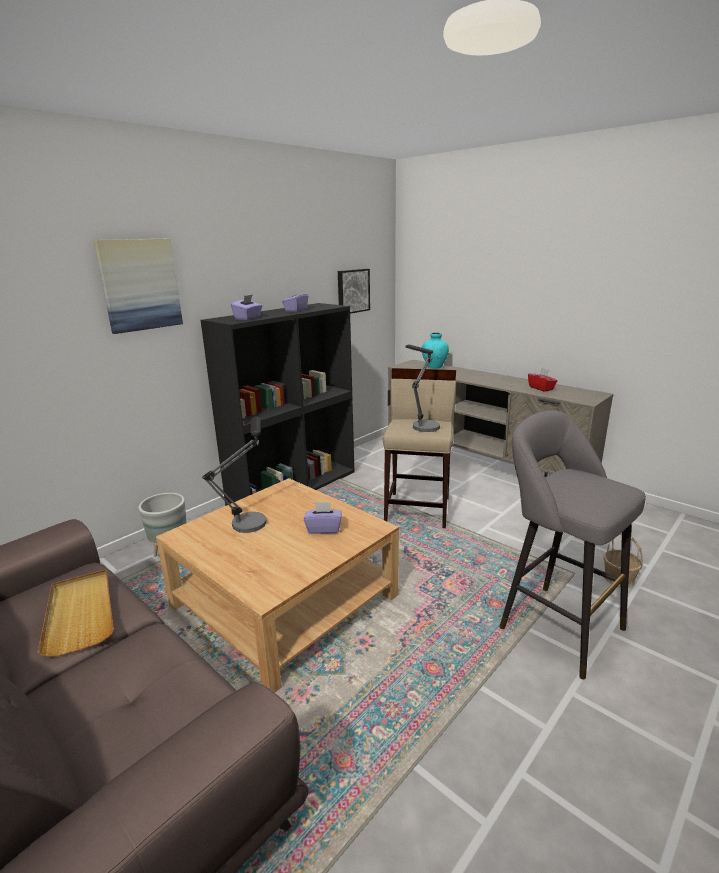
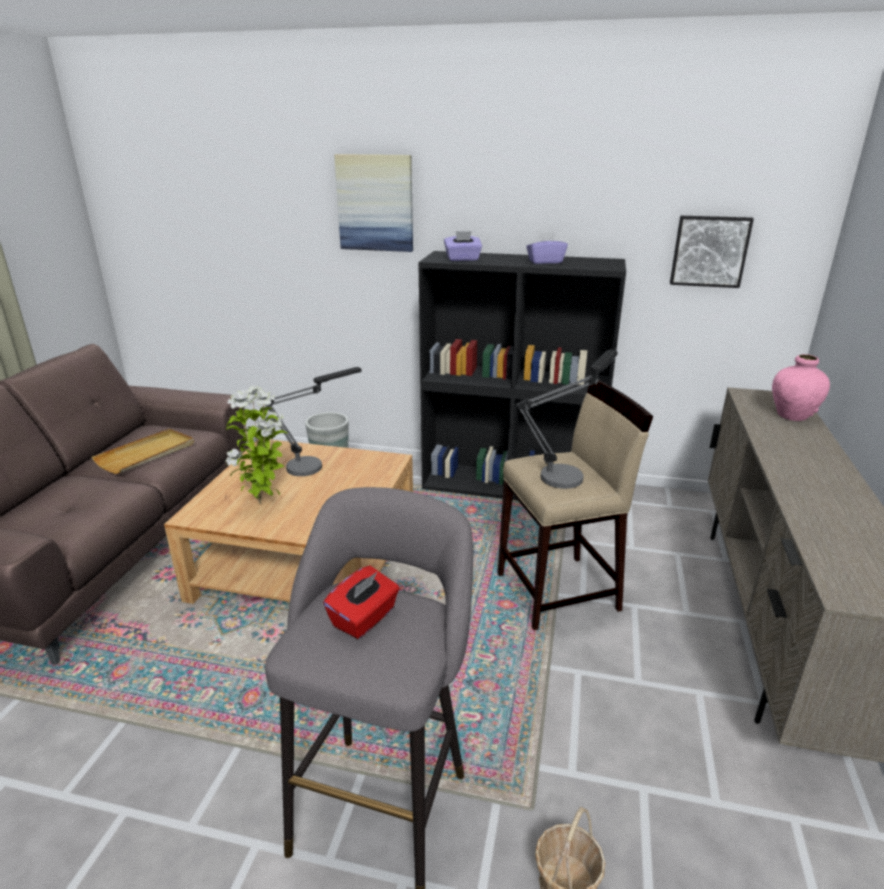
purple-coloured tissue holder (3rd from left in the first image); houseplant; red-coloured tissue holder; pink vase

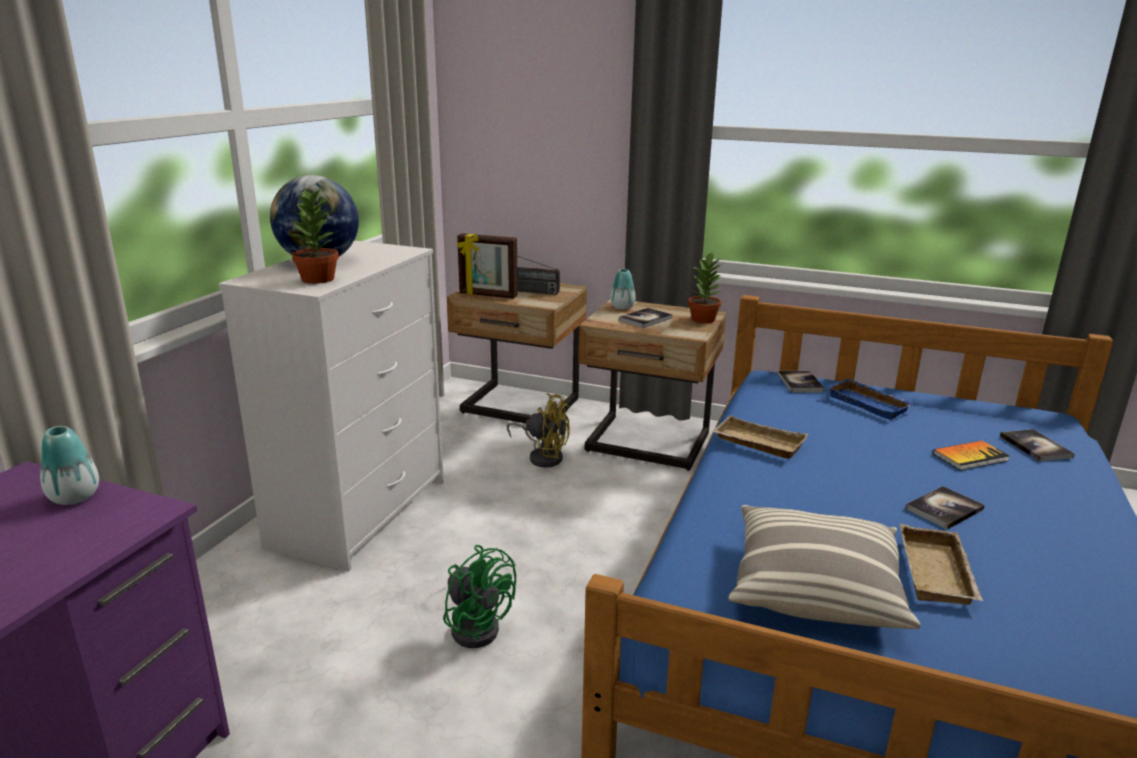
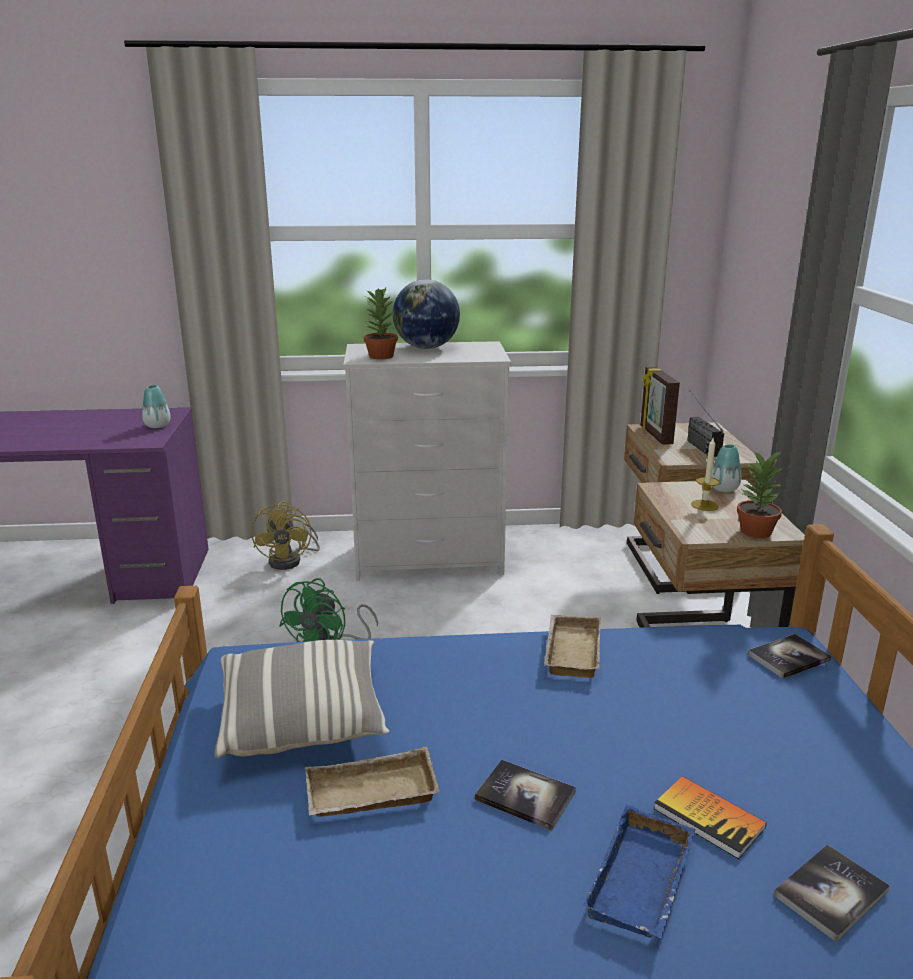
yellow-coloured electric fan; blue serving tray; wax light

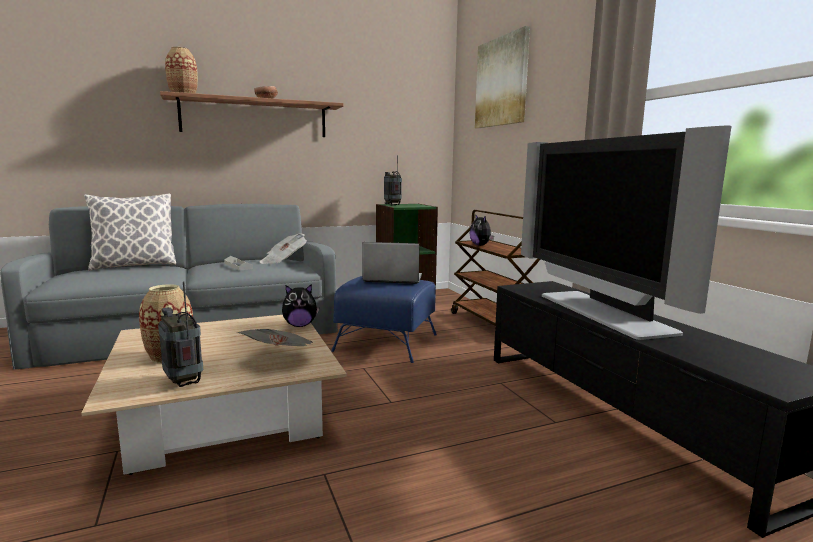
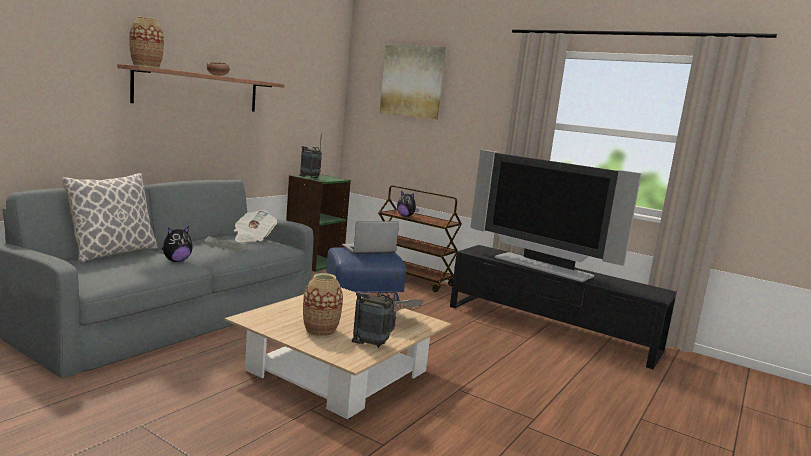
cuddly toy (1st from left)

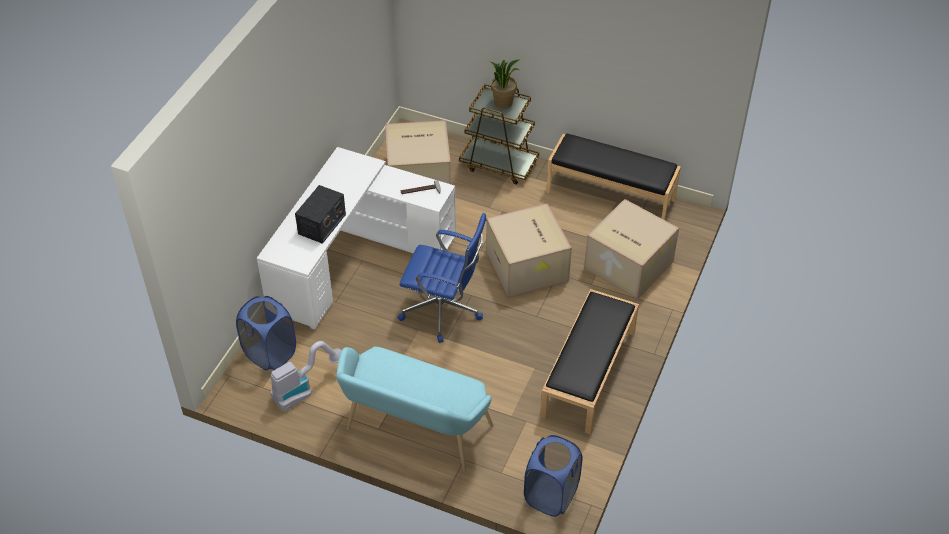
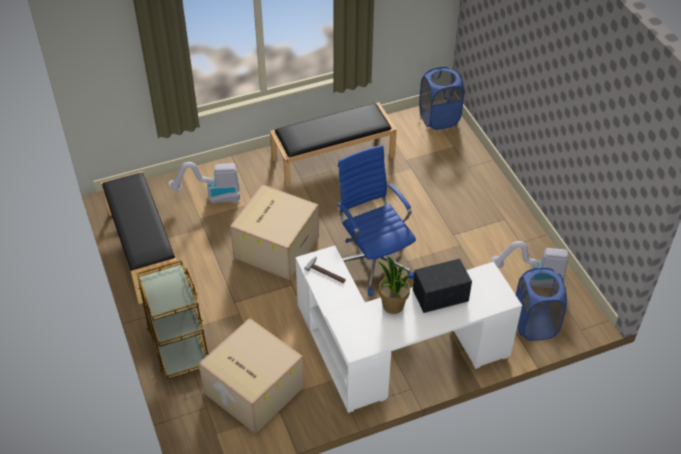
turquoise indoor bench; houseplant; vacuum (1st from left)

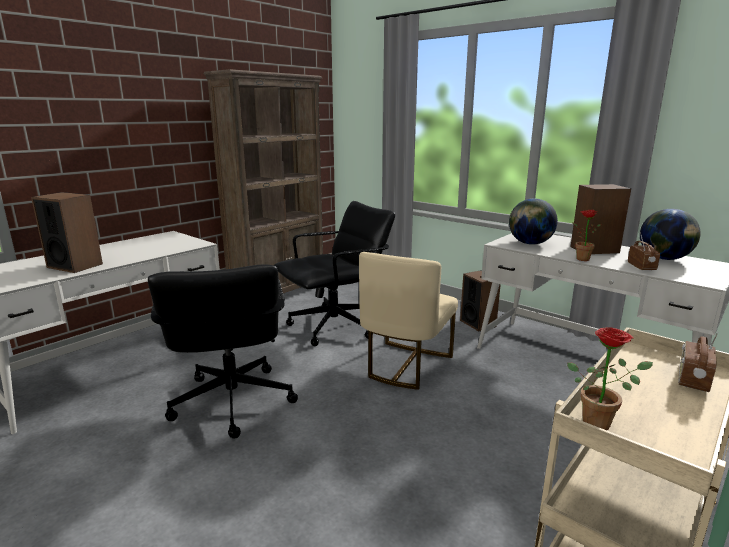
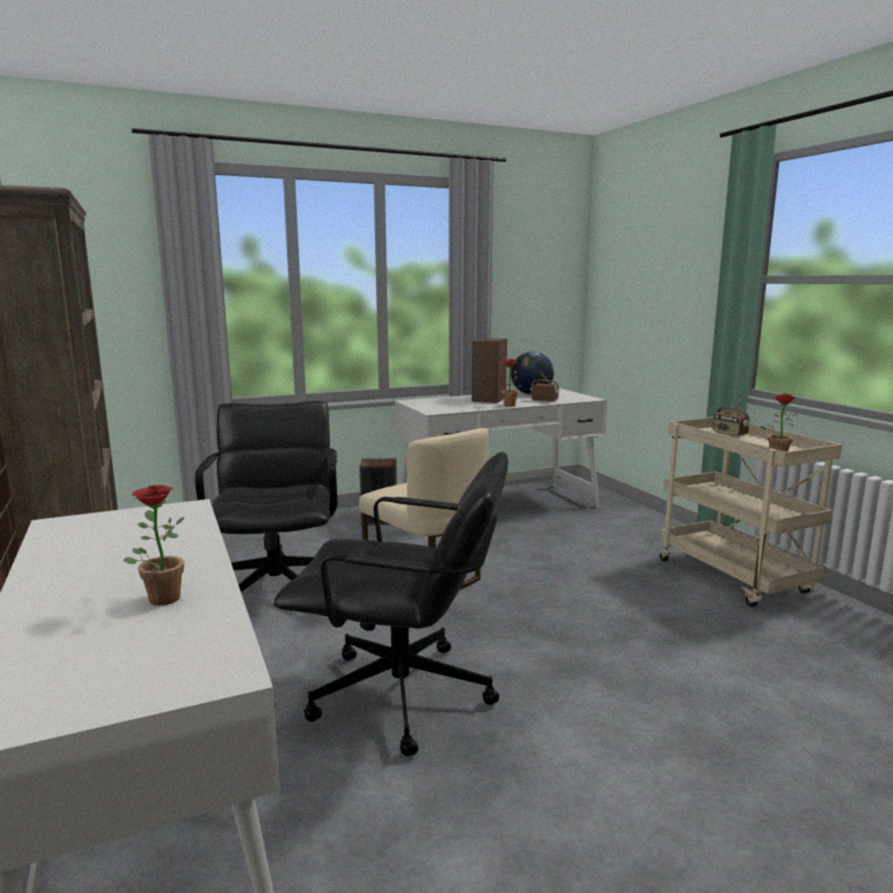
desk globe (1st from left in the first image); houseplant (1st from left)

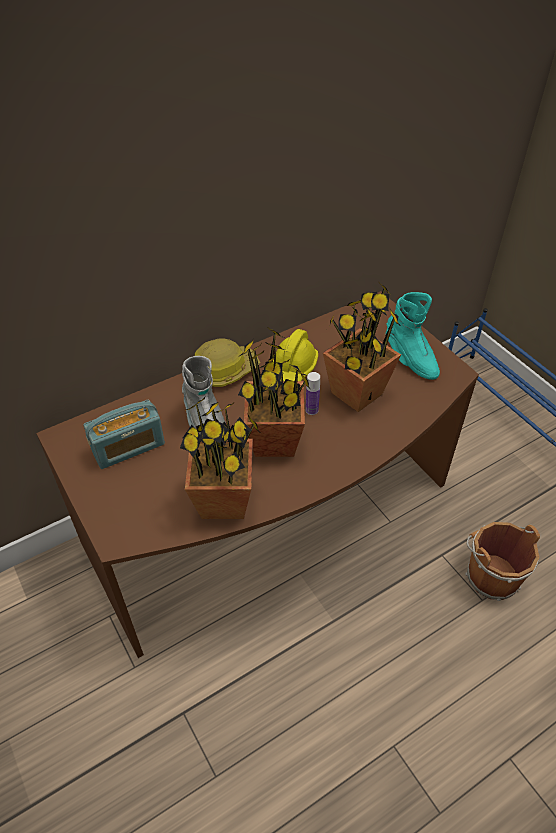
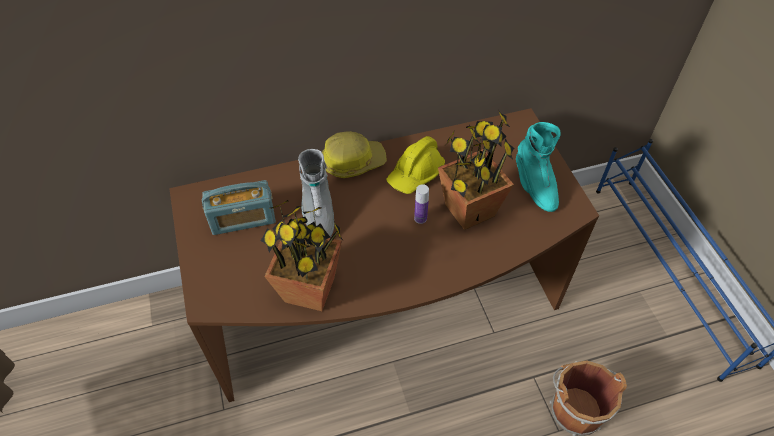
houseplant (2nd from left in the first image)

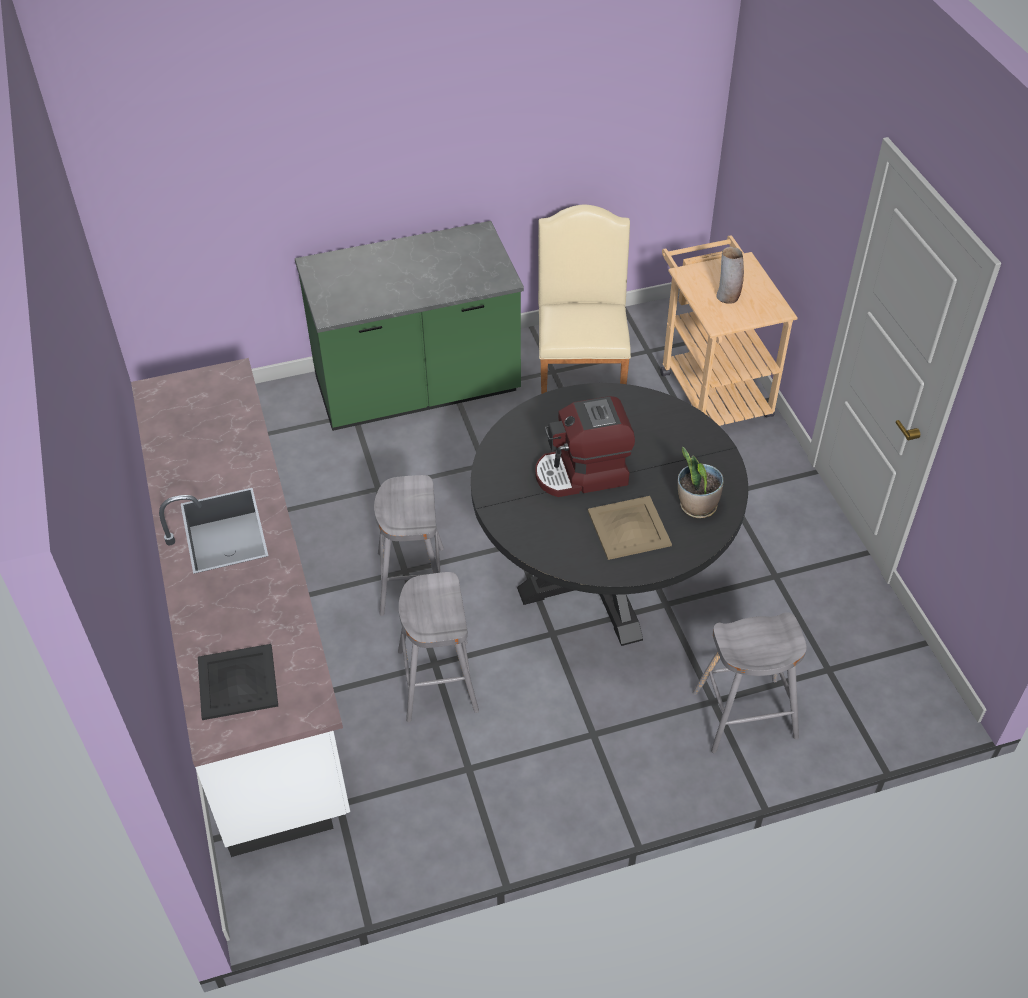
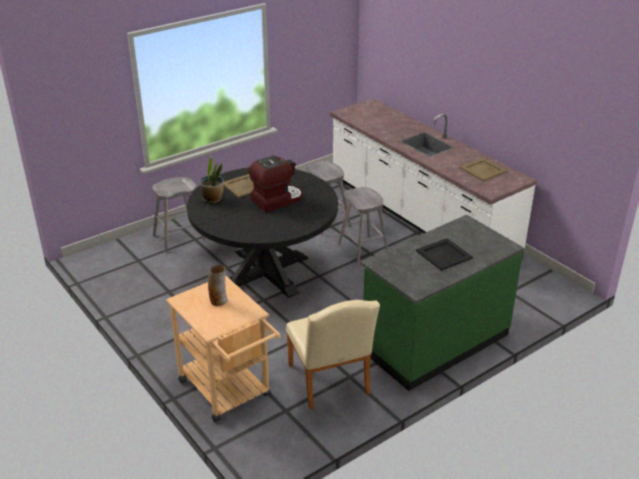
beige-coloured serving tray (2nd from left); blackish serving tray

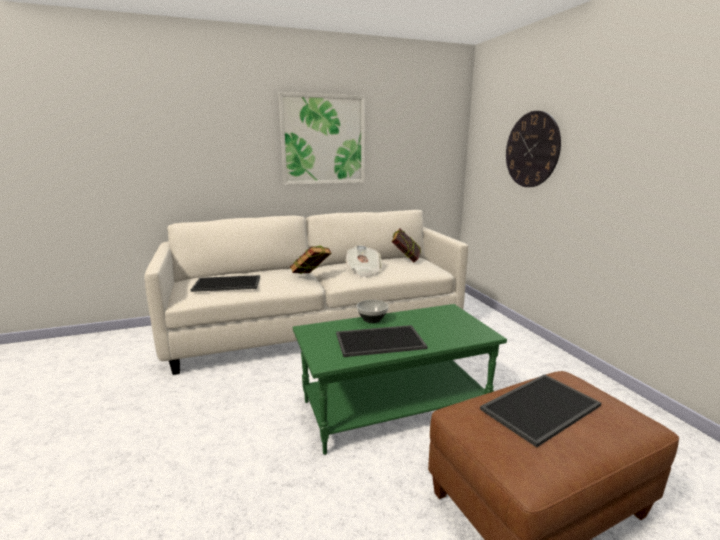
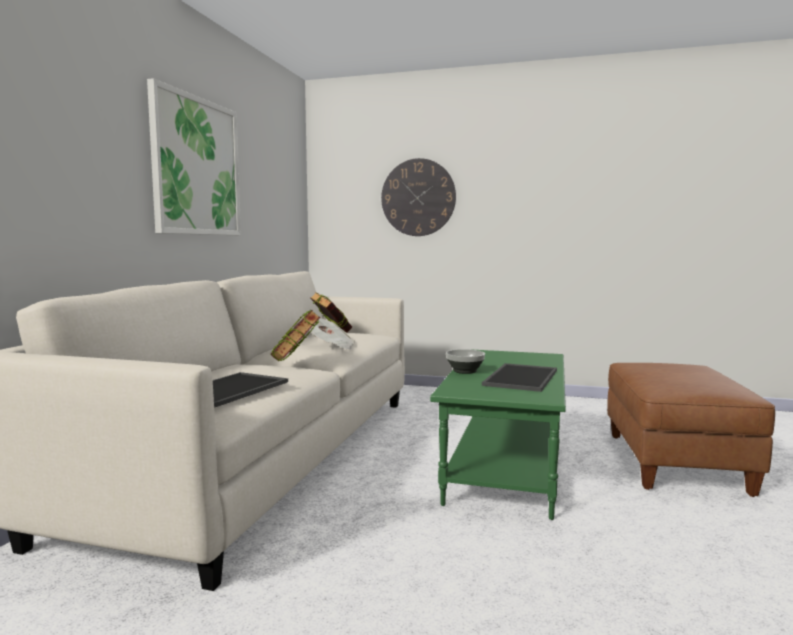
serving tray (3rd from left in the first image)

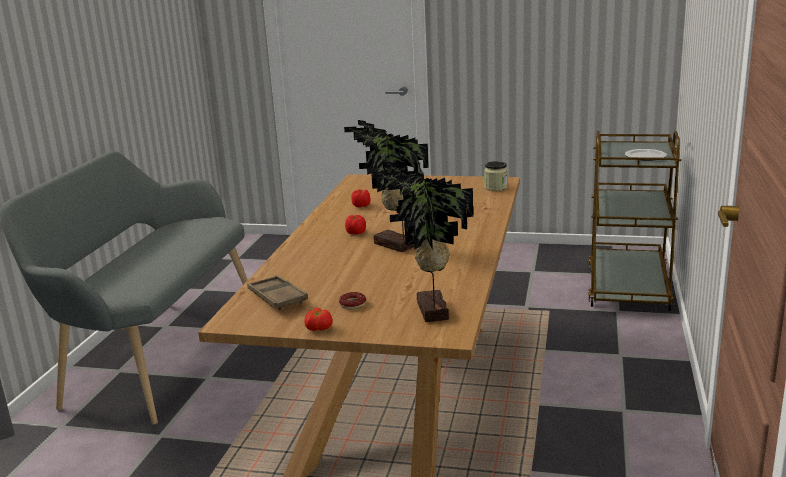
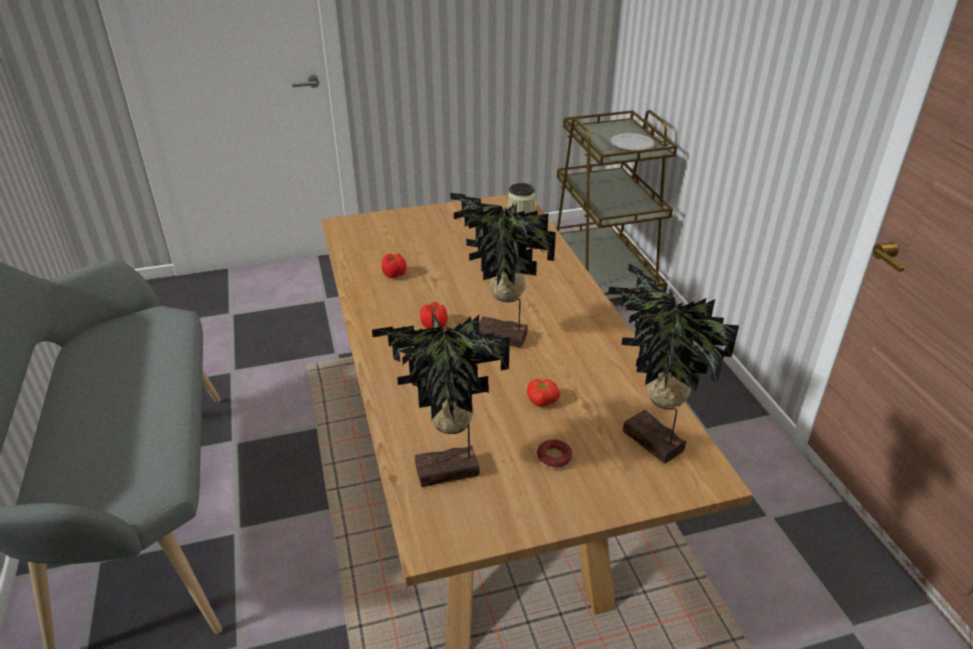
whole tomato (3rd from left); houseplant (1st from left)

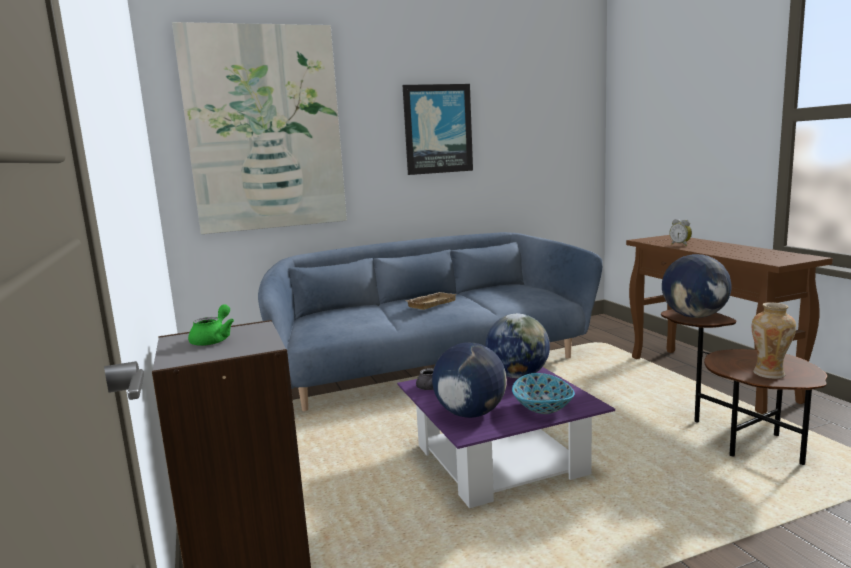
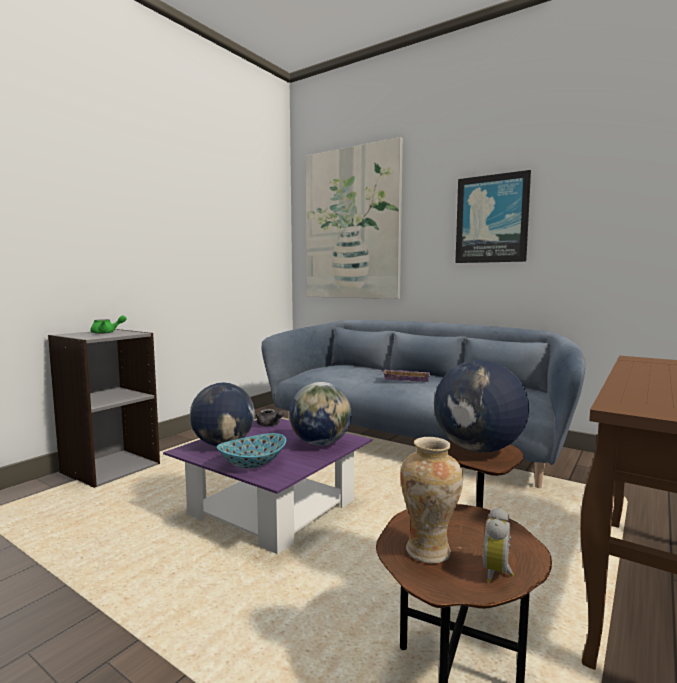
alarm clock; purple-coloured serving tray

